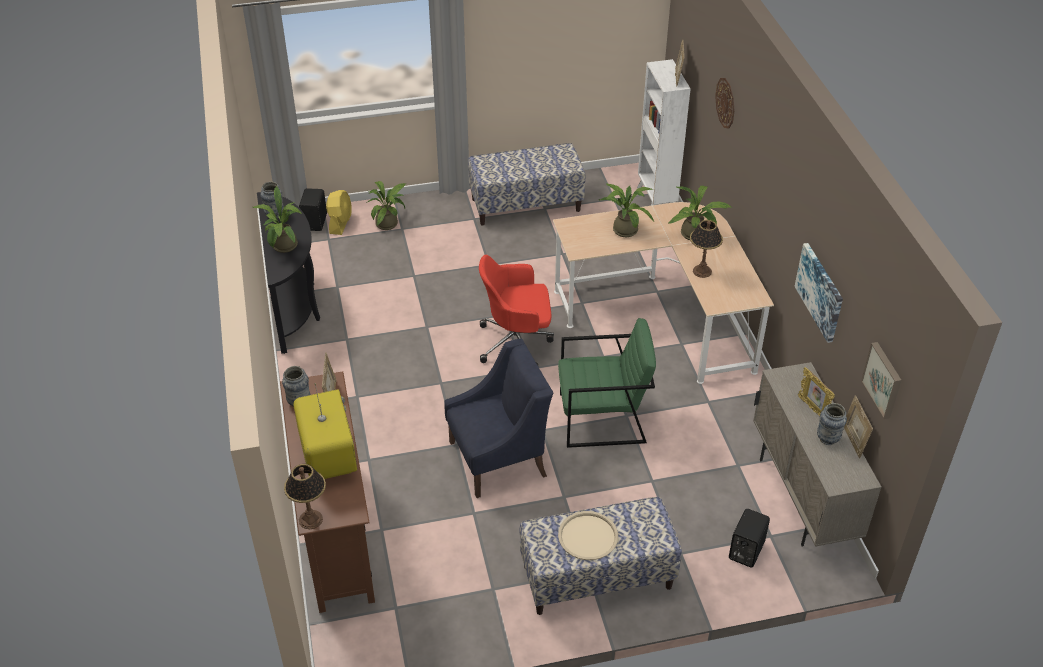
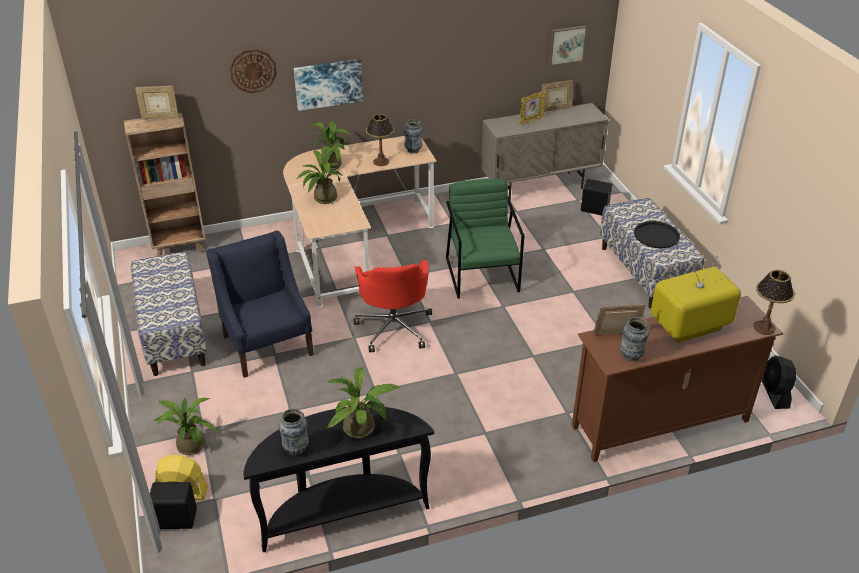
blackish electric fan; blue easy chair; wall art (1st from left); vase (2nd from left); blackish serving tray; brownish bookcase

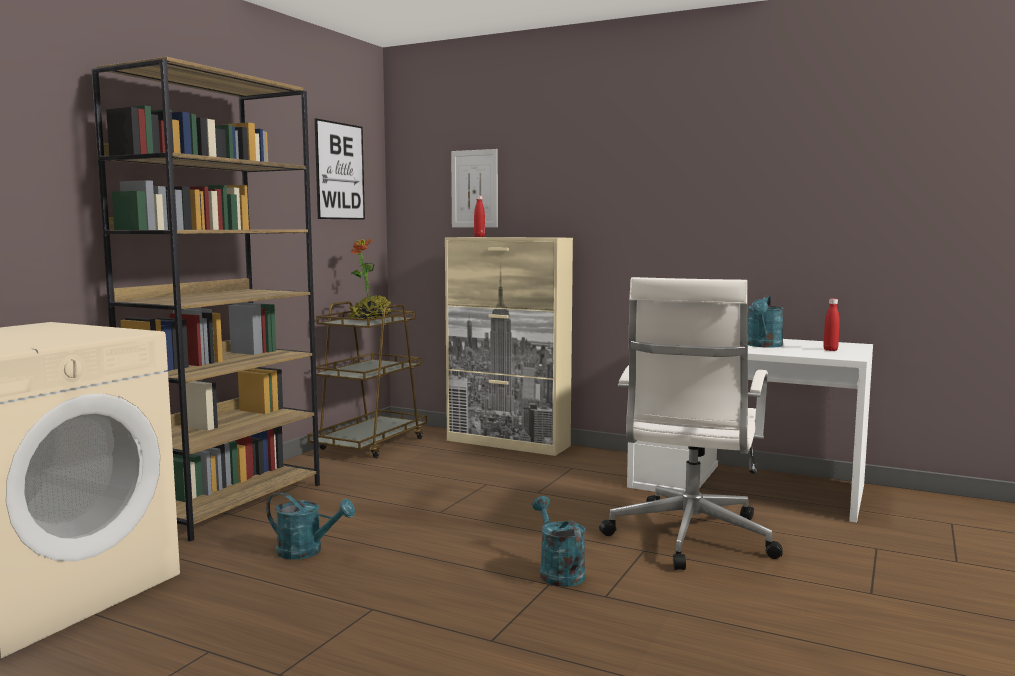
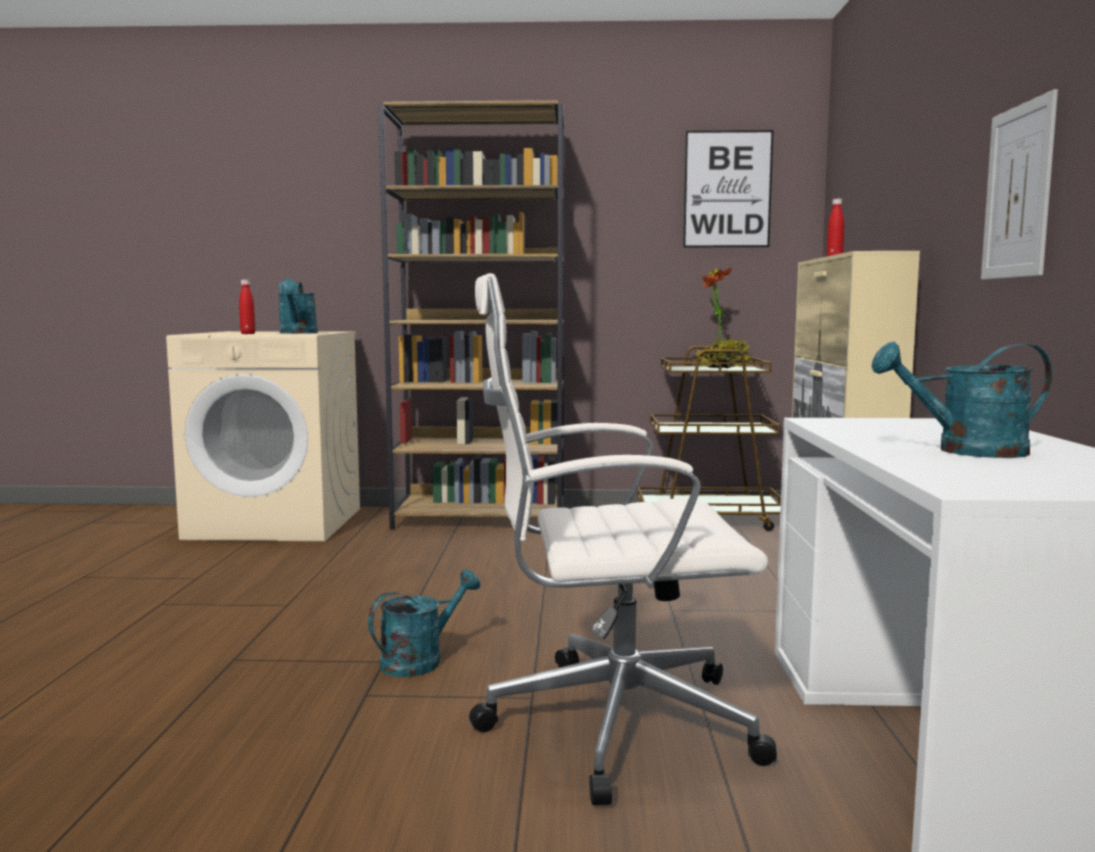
turquoise watering can (1st from left); wall art (2nd from left); red-coloured drink bottle (1st from left)

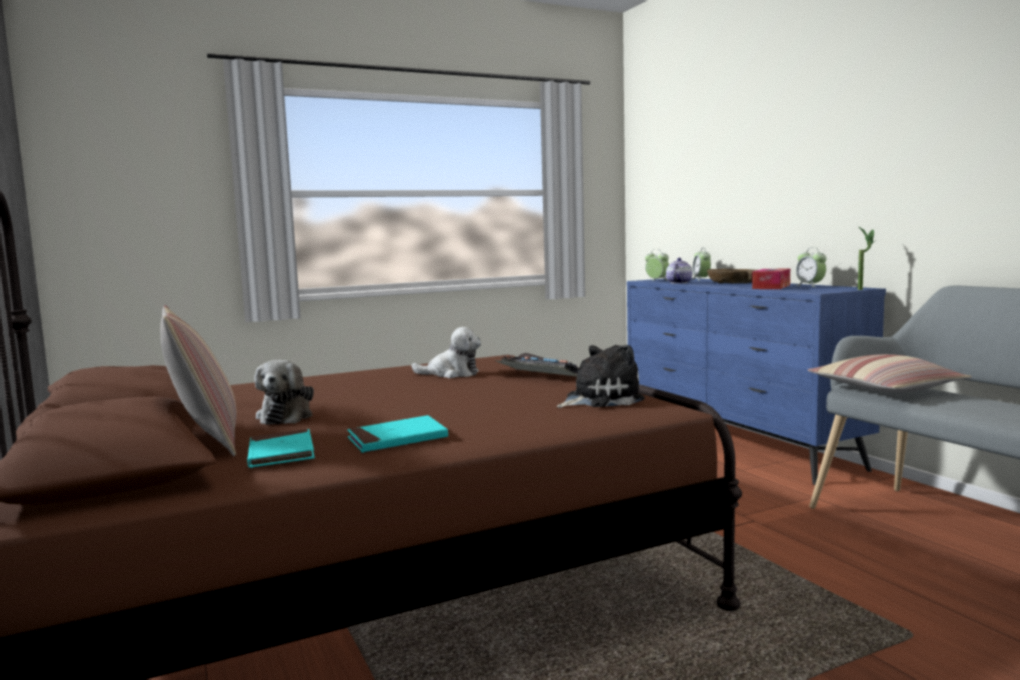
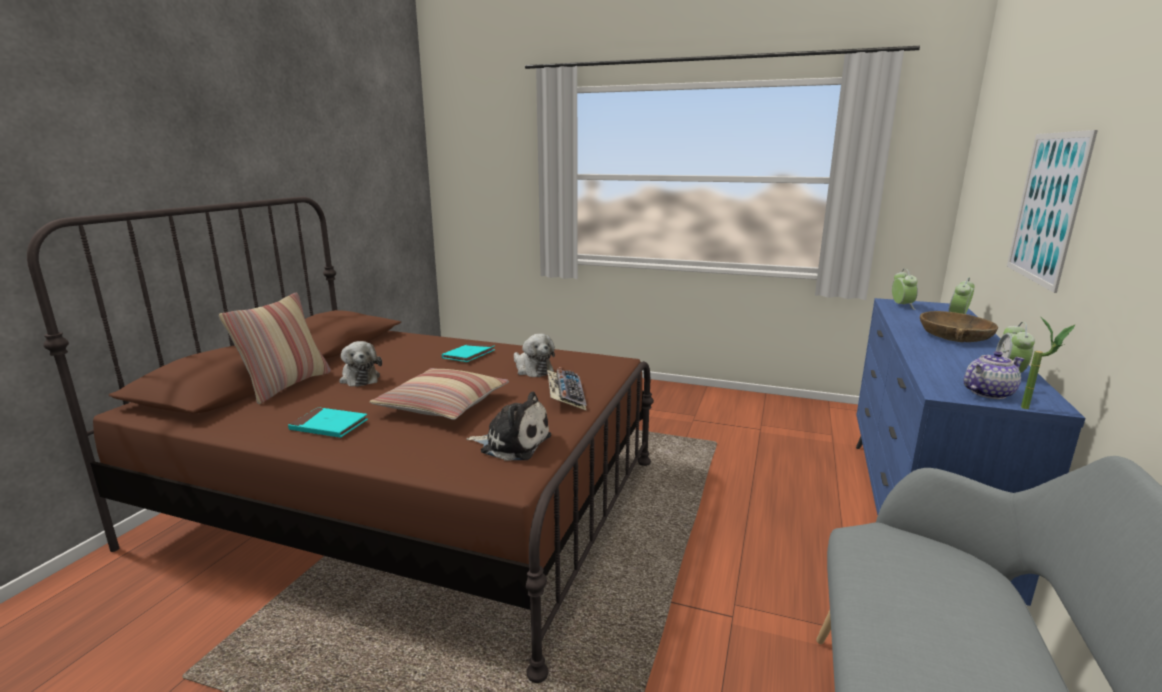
tissue holder; wall art; turquoise bound book (2nd from left); pot for tea; throw pillow (2nd from left); cuddly toy (1st from left)

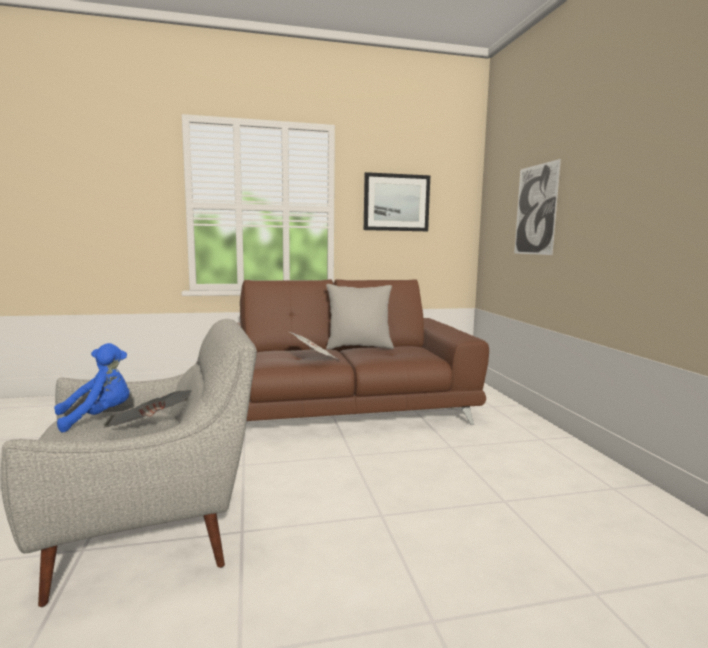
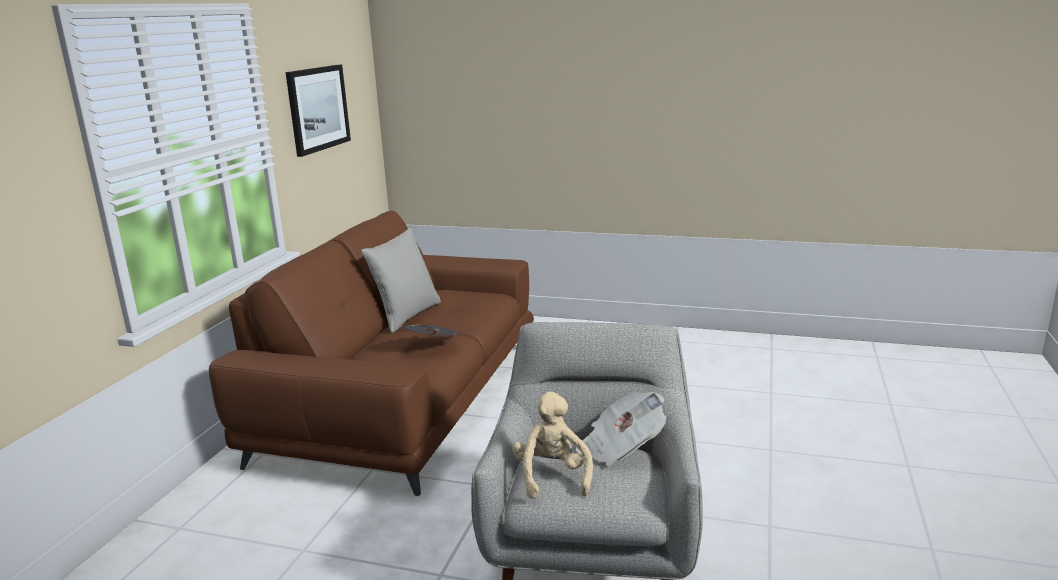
wall art (2nd from left in the first image); beige-coloured cuddly toy

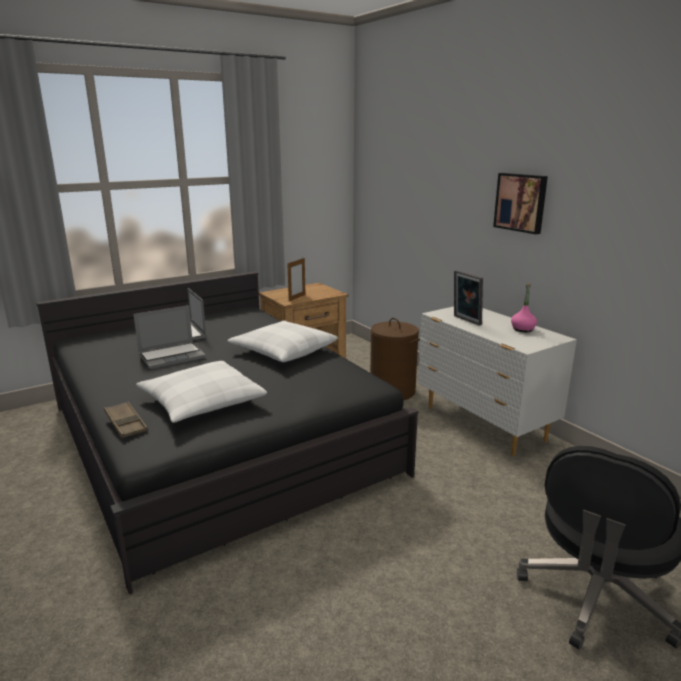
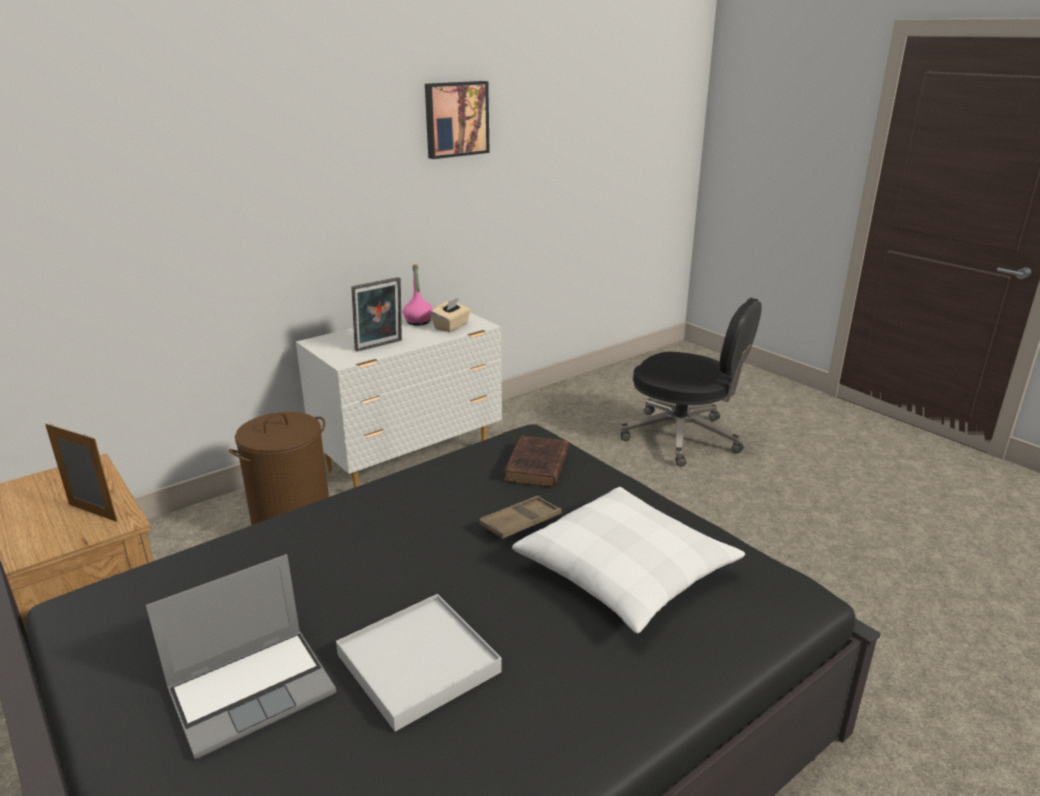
whitish throw pillow (2nd from left in the first image); beige-coloured tissue holder; brownish bound book; brownish serving tray; wall art; whitish serving tray

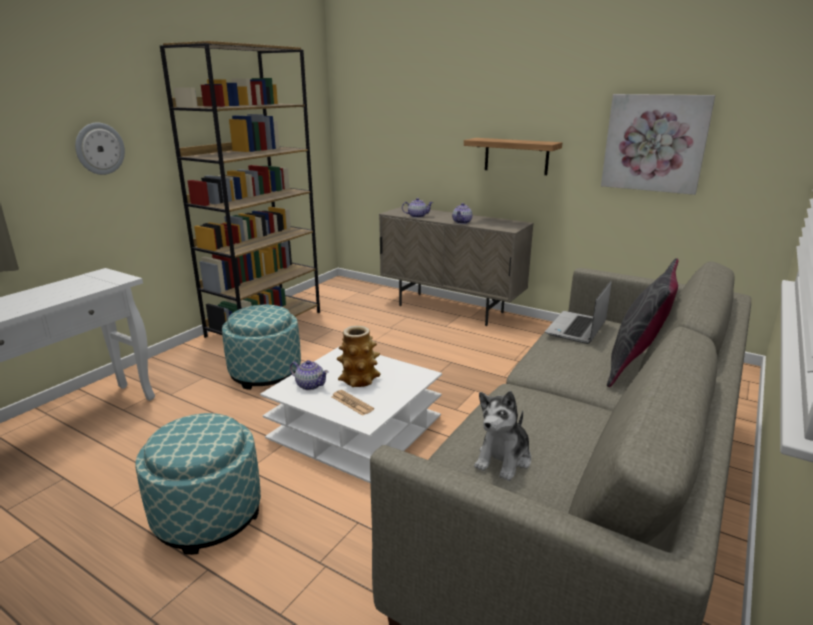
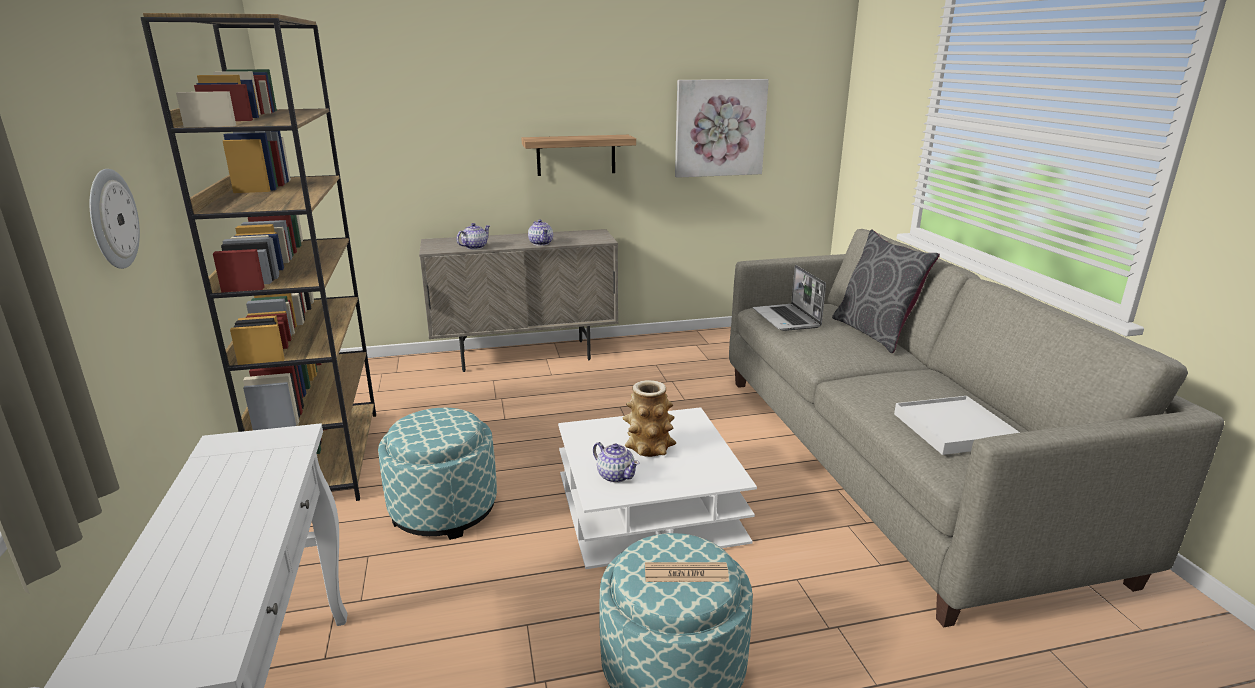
newspaper; whitish serving tray; pot for tea (3rd from left)

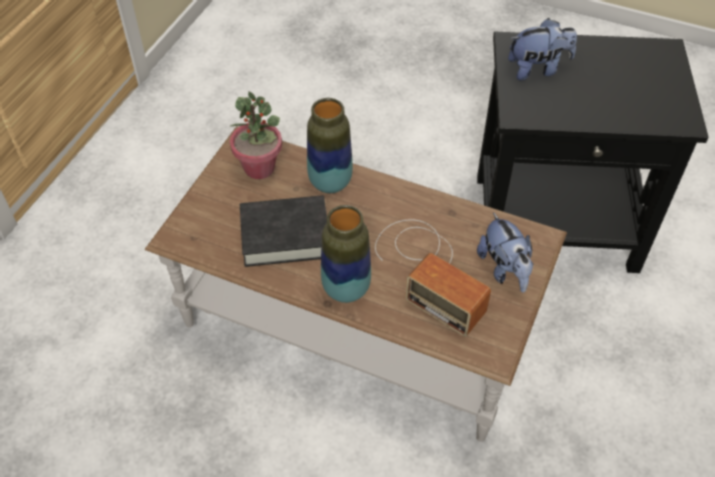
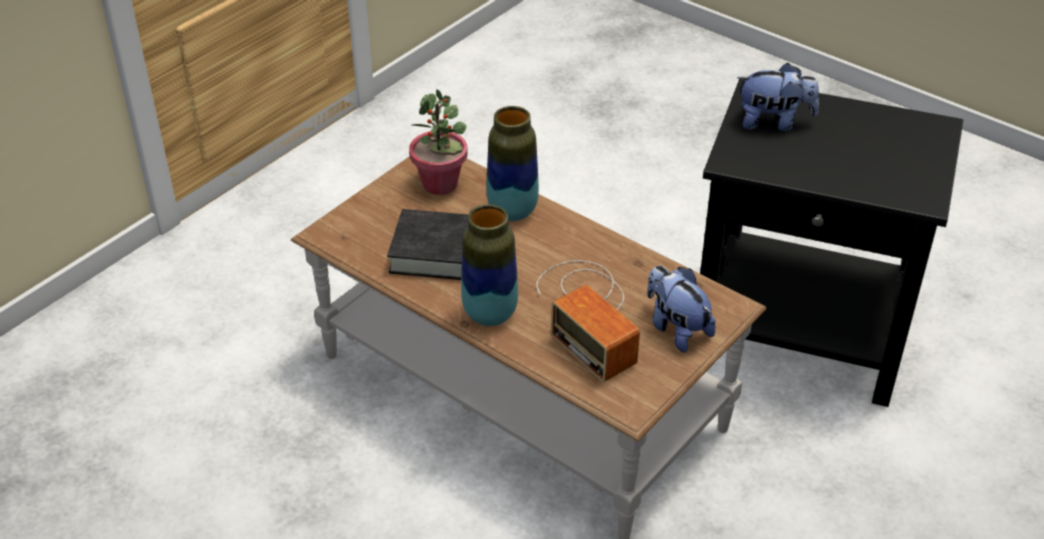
cuddly toy (1st from left)

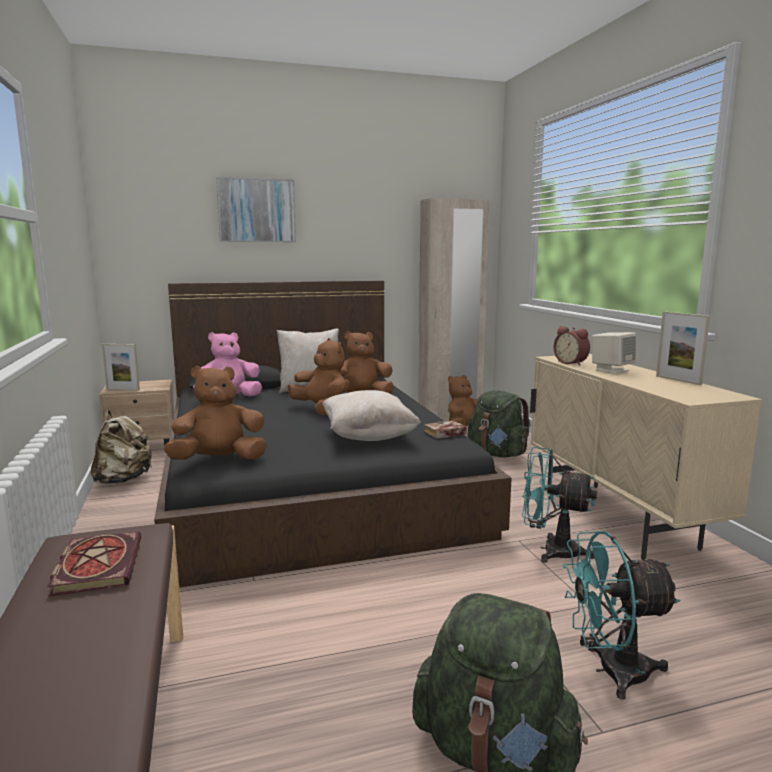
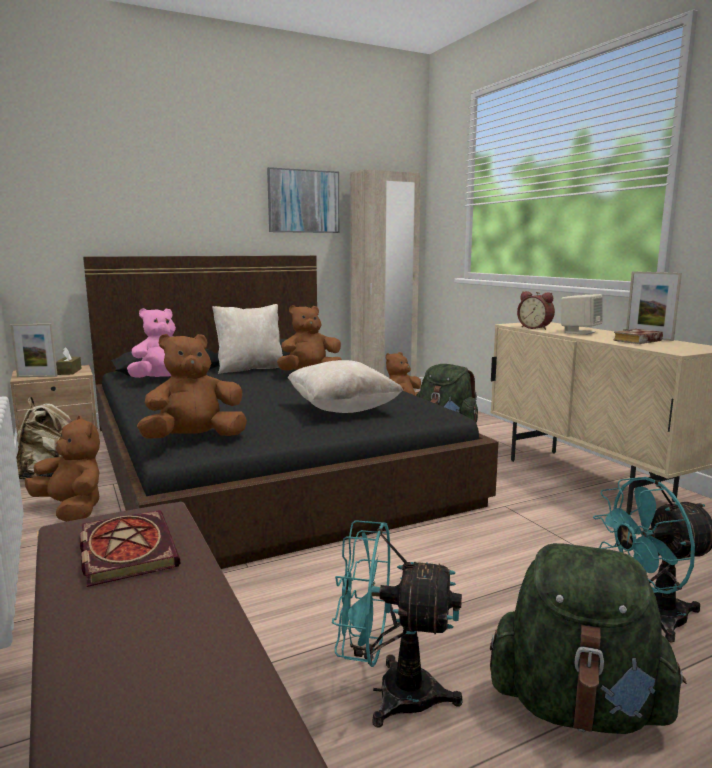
brownish tissue holder; wall art; brownish cuddly toy (1st from left); bound book (2nd from left); turquoise electric fan (1st from left)

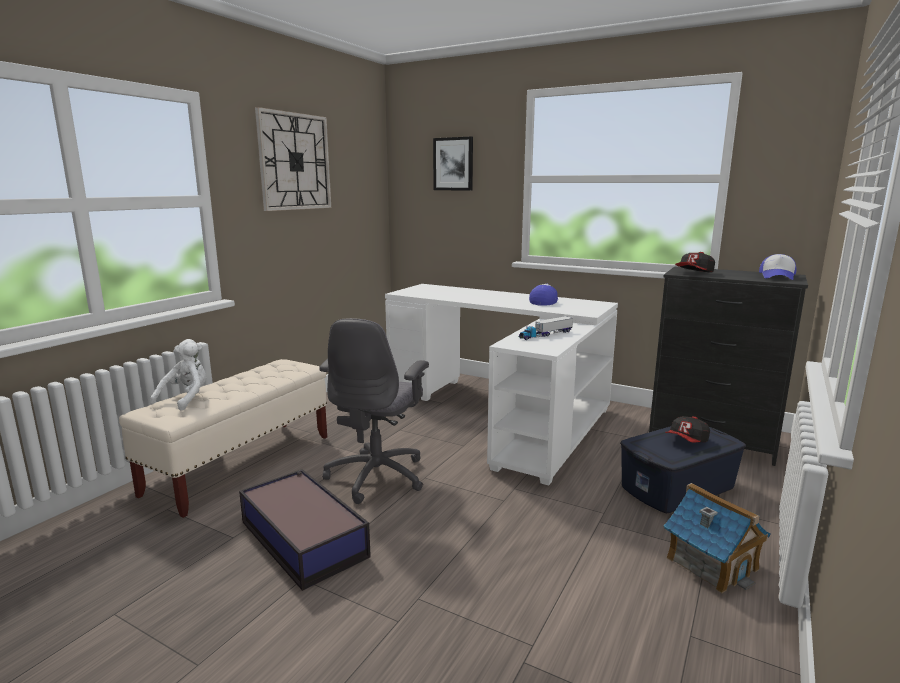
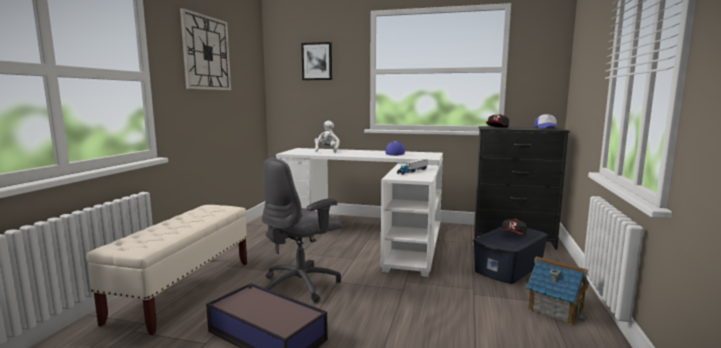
whitish cuddly toy; grey desk chair

